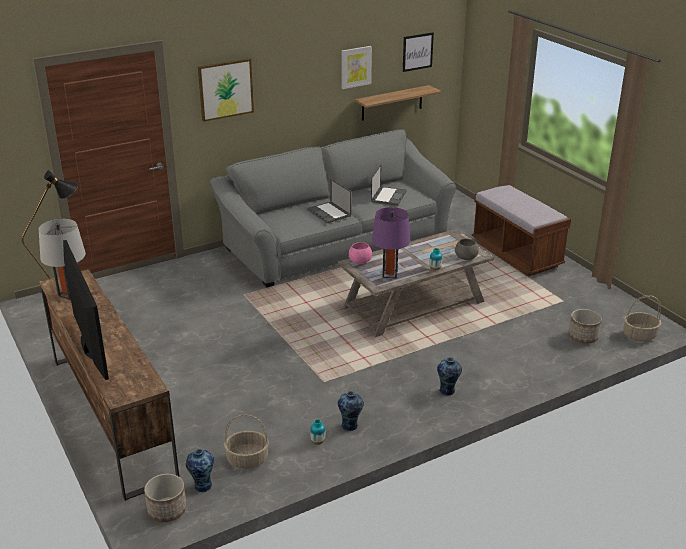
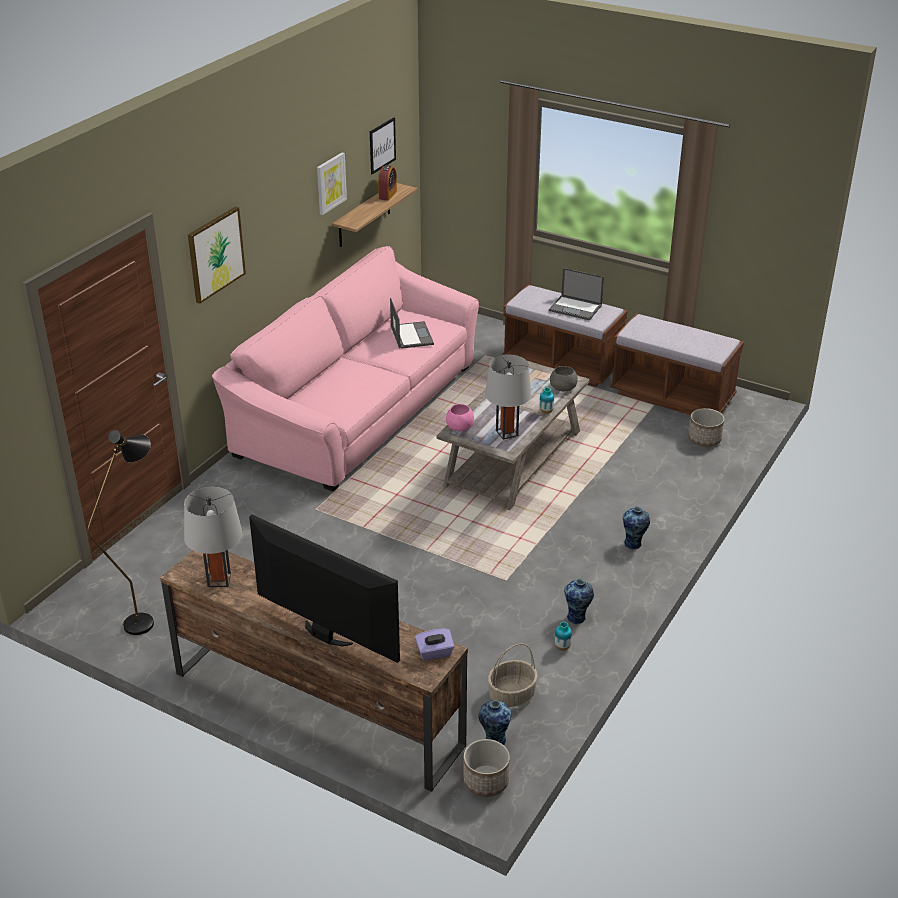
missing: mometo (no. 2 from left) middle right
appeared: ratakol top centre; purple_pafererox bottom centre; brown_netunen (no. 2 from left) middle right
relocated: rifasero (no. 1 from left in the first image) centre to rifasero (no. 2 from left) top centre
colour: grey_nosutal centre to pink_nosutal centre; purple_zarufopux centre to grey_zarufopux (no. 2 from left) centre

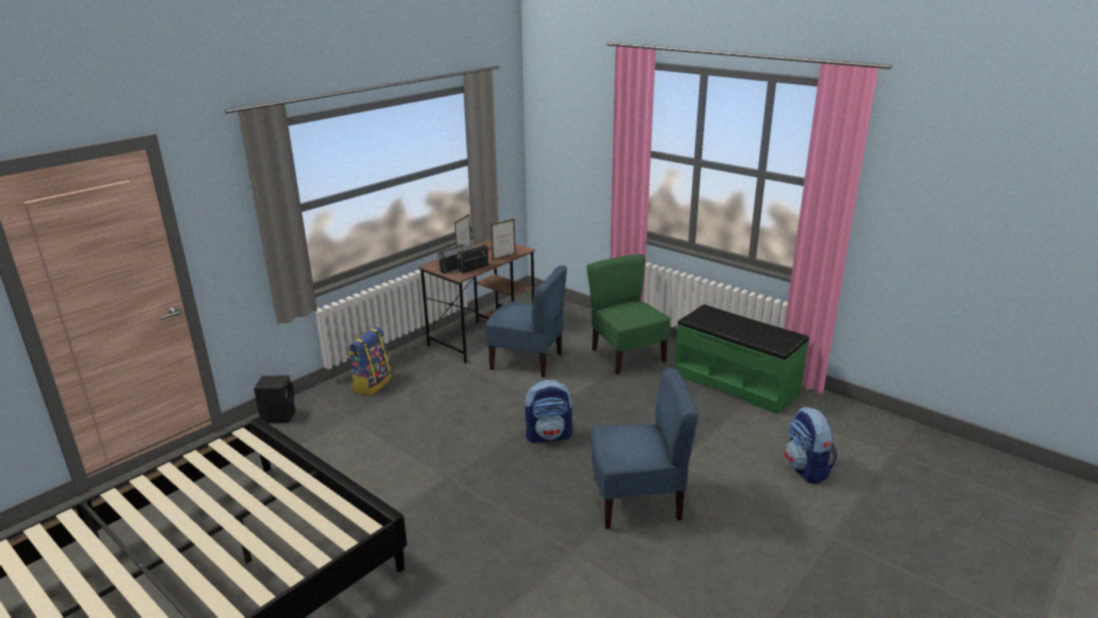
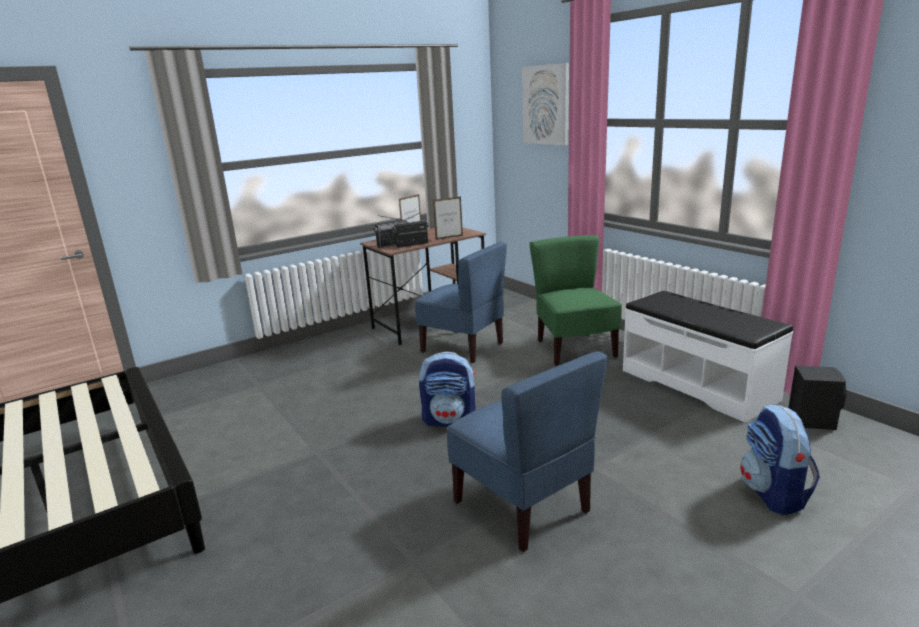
missing: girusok (no. 1 from left) centre
appeared: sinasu top centre
relocated: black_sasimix middle left to middle right
colour: green_netunen middle right to white_netunen middle right
spun: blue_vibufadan (no. 2 from left) bottom centre = bottom centre 45 degrees clockwise

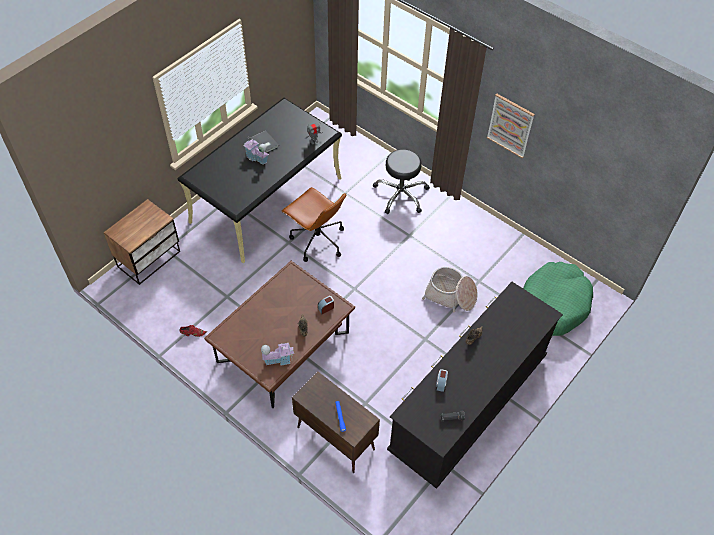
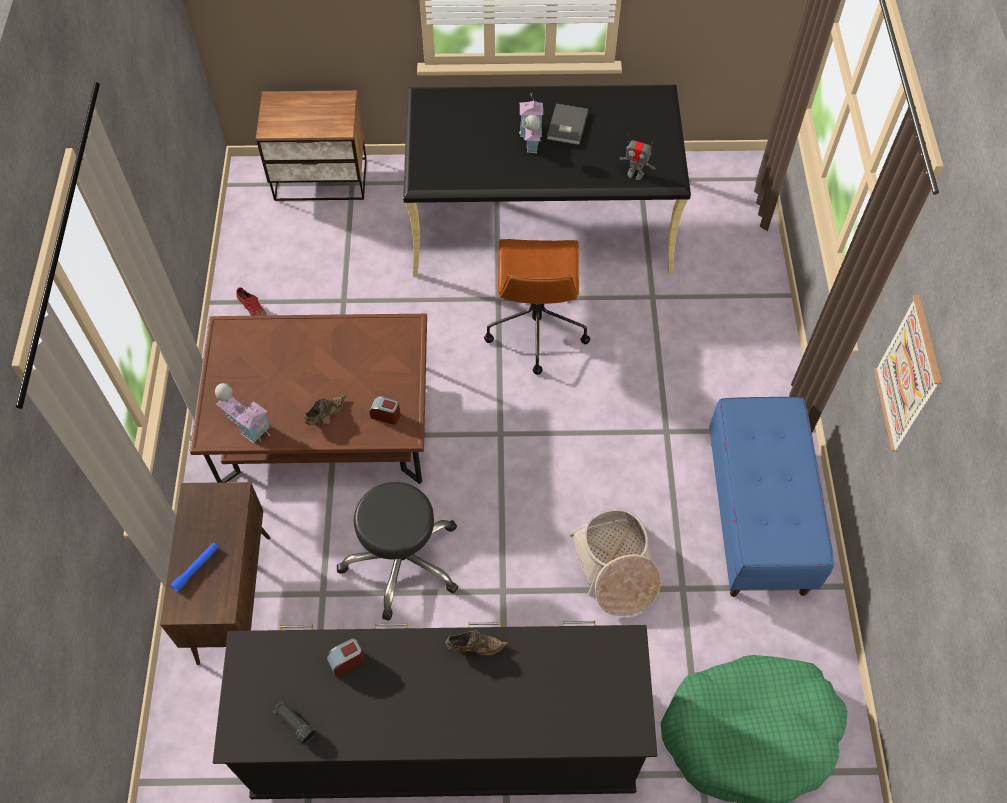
appeared: blue_netunen middle right
relocated: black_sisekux centre to bottom centre

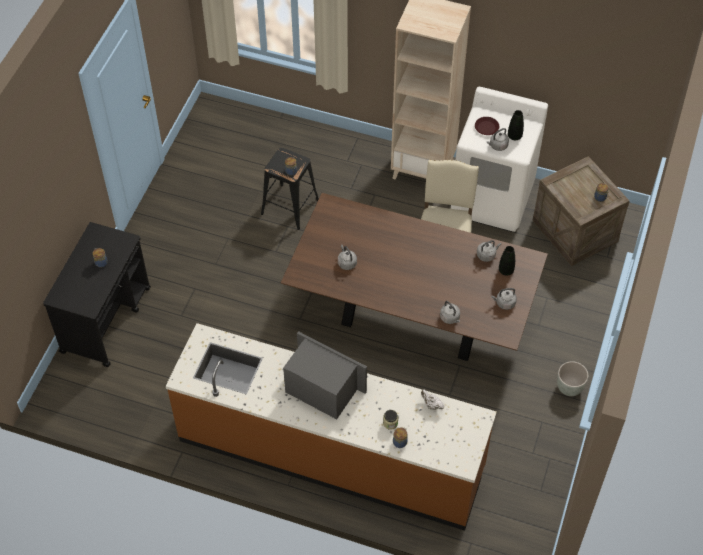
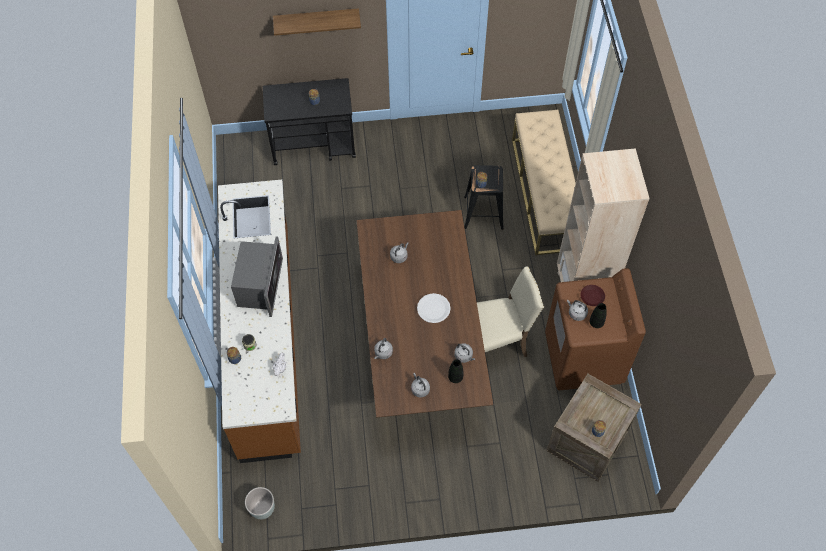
appeared: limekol top centre; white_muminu centre; beige_netunen top centre
relocated: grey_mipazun bottom right to bottom left
colour: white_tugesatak top right to brown_tugesatak middle right

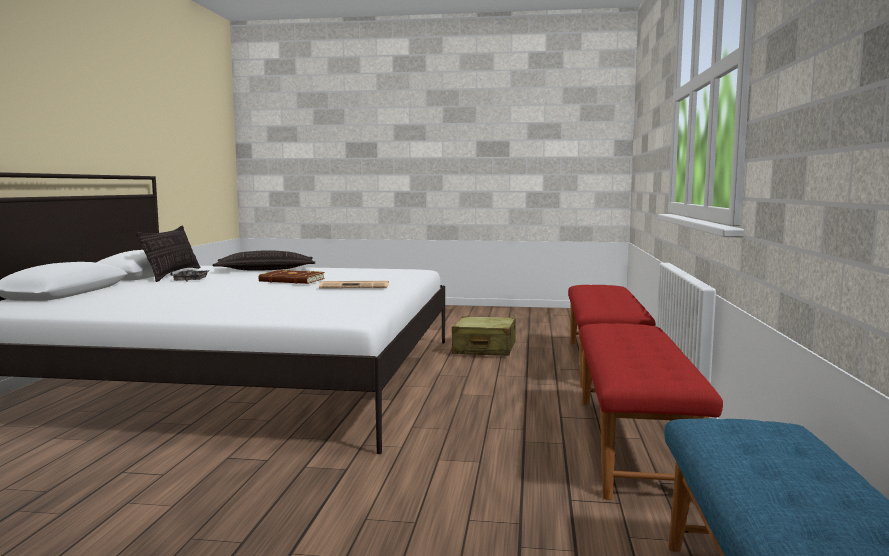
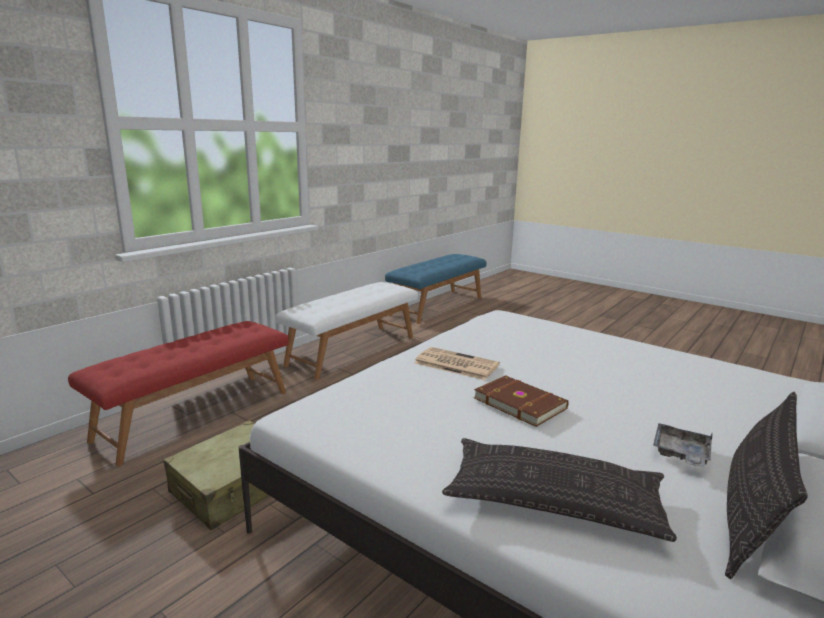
colour: red_netunen (no. 2 from left) bottom right to white_netunen centre

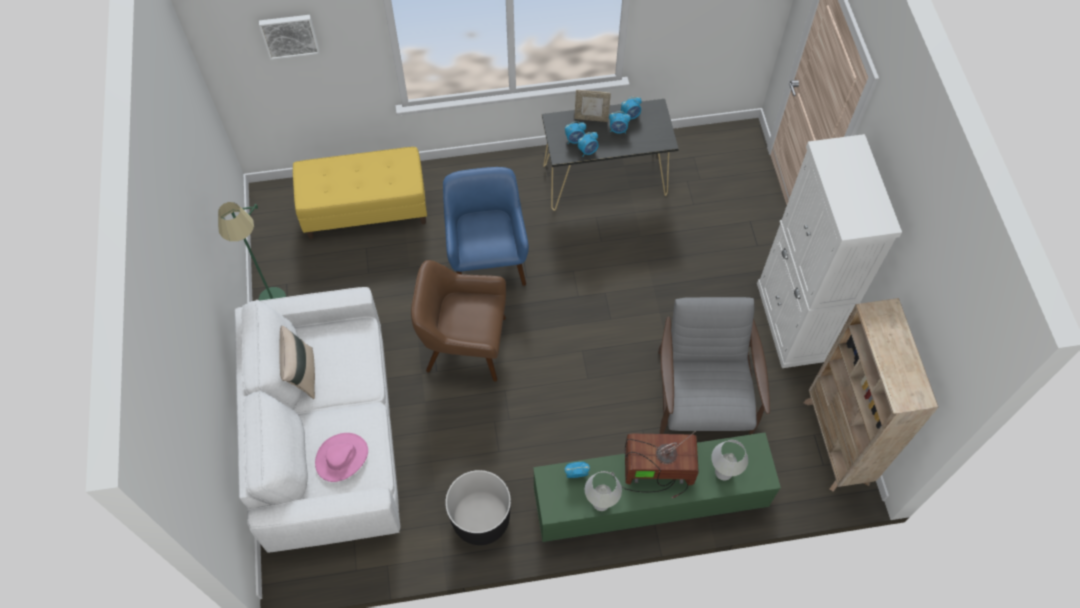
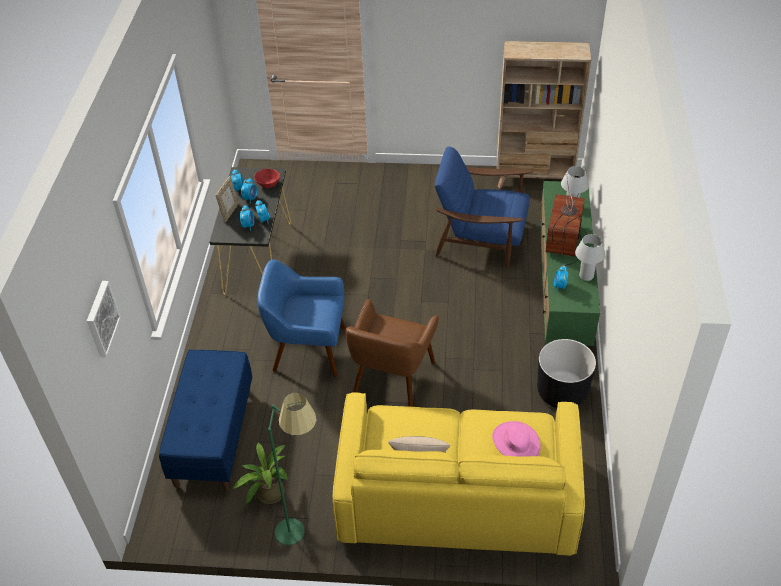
missing: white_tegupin middle right
appeared: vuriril bottom left; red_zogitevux top centre
colour: yellow_netunen top centre to blue_netunen bottom left; white_nosutal bottom left to yellow_nosutal bottom centre; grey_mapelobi centre to blue_mapelobi (no. 2 from left) centre

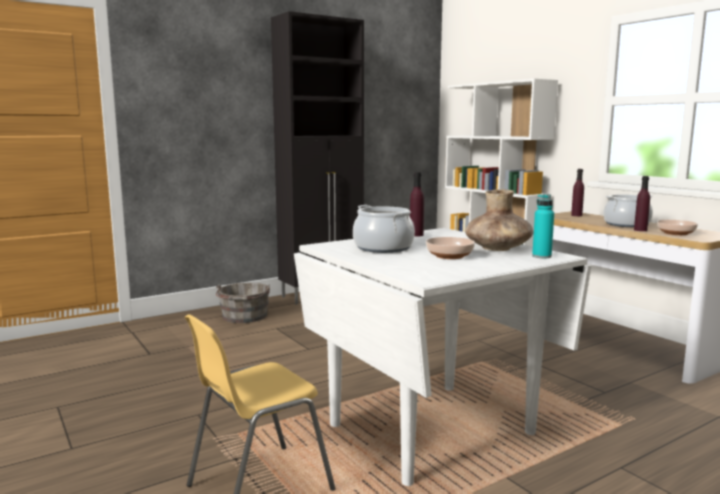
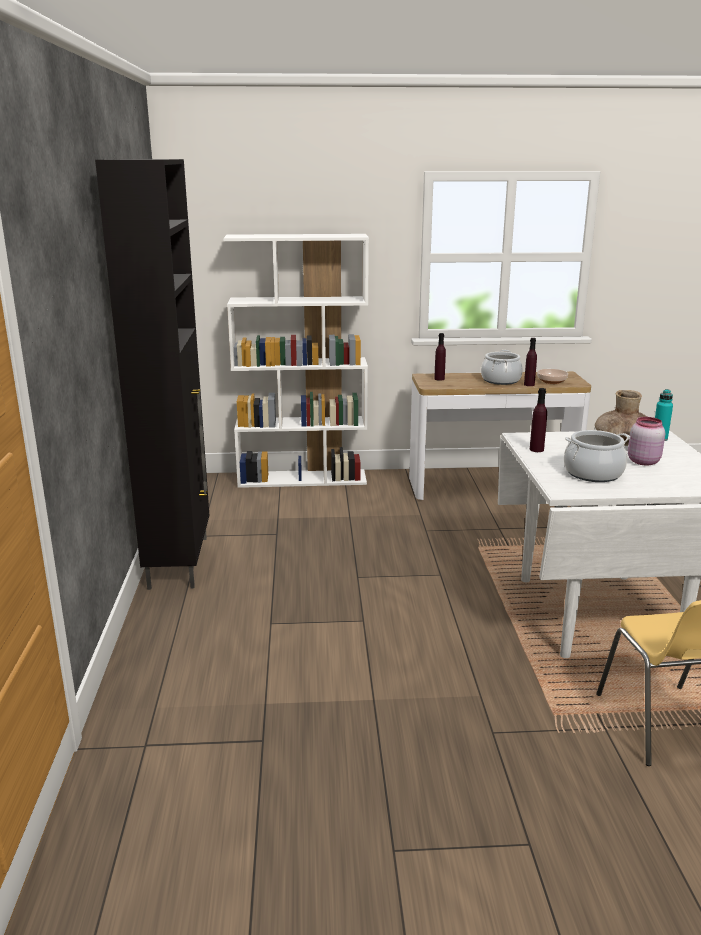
missing: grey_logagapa centre
exchanged: zogitevux (no. 1 from left) centre to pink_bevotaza middle right

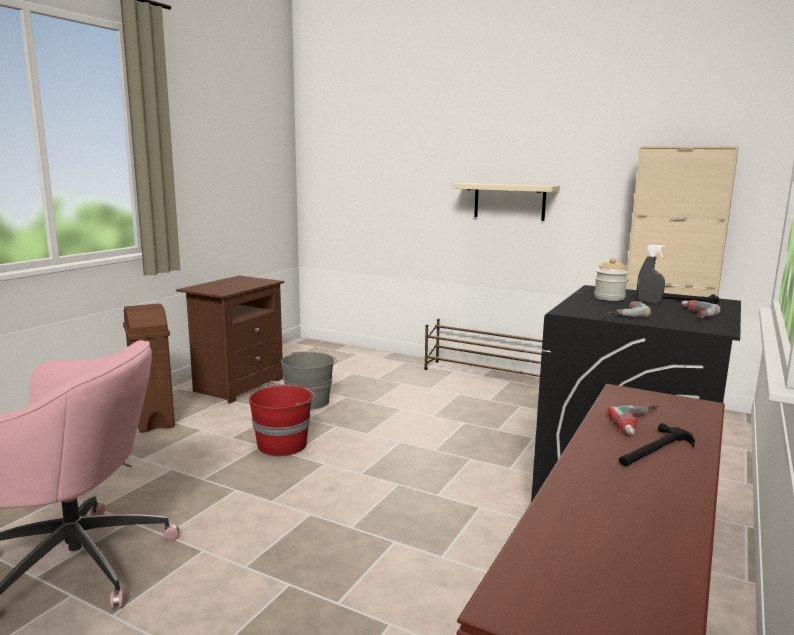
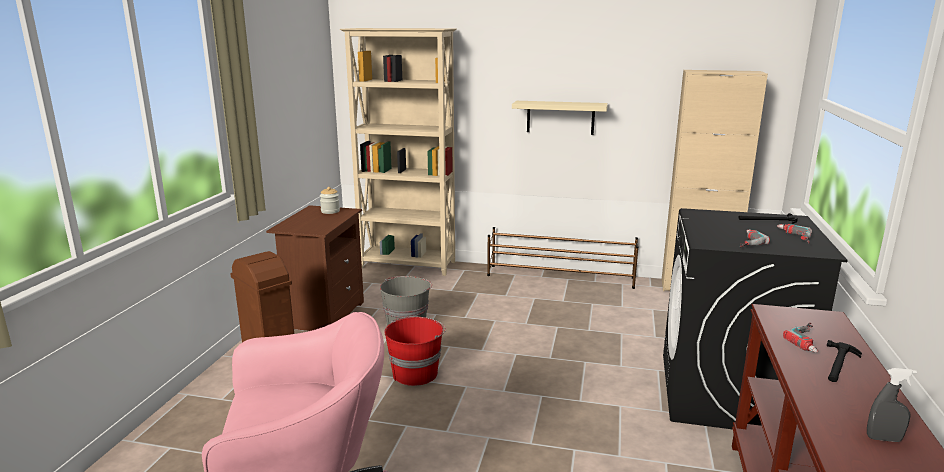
appeared: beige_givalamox top centre
relocated: bevotaza middle right to centre; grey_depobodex middle right to bottom right

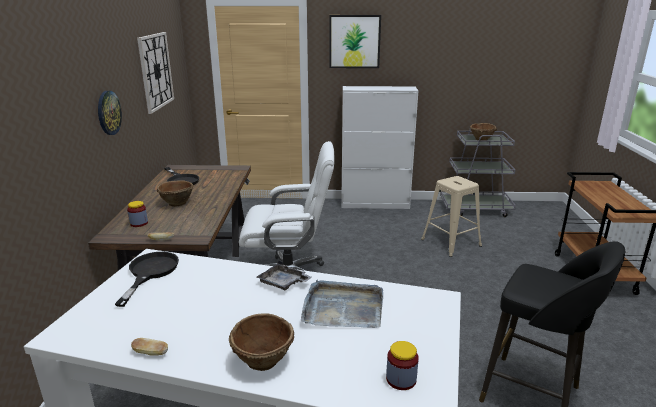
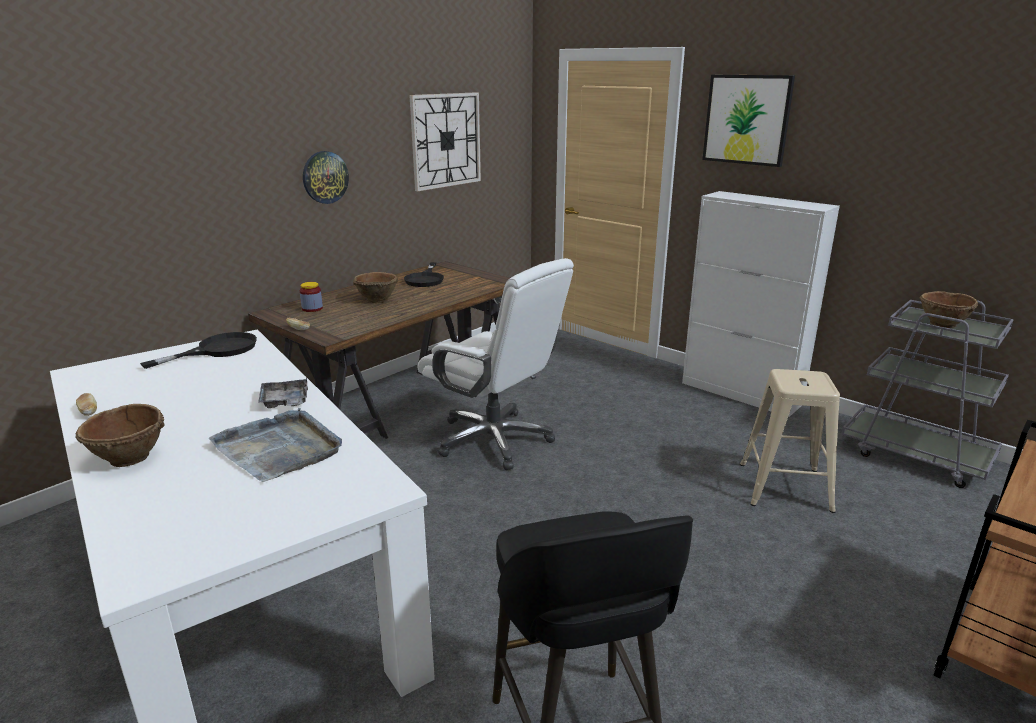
missing: bevotaza (no. 2 from left) bottom centre

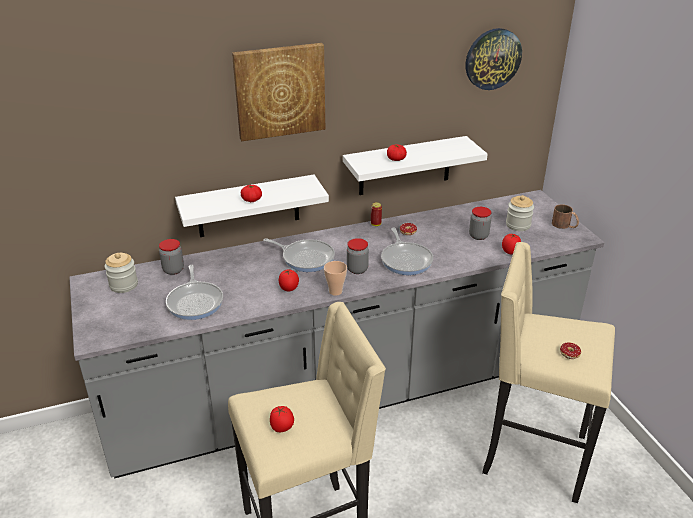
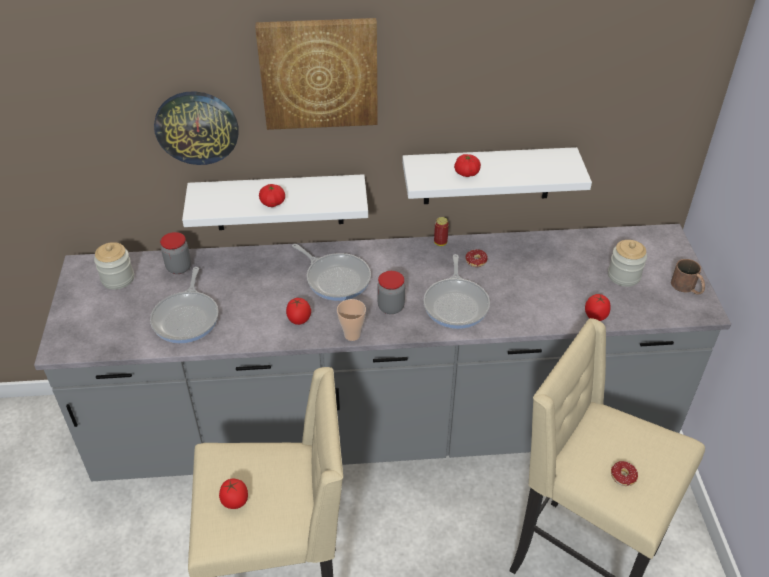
missing: bevotaza (no. 4 from left) middle right
relocated: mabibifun top right to top left

